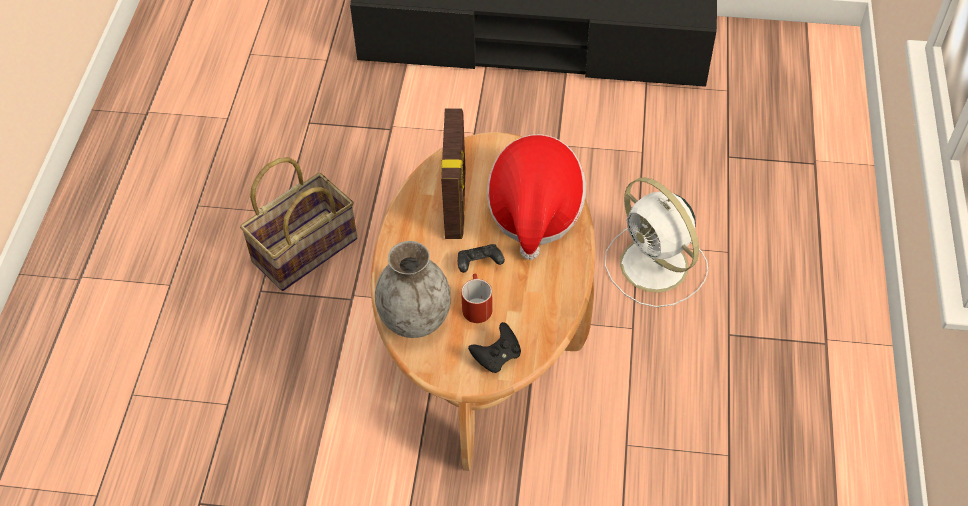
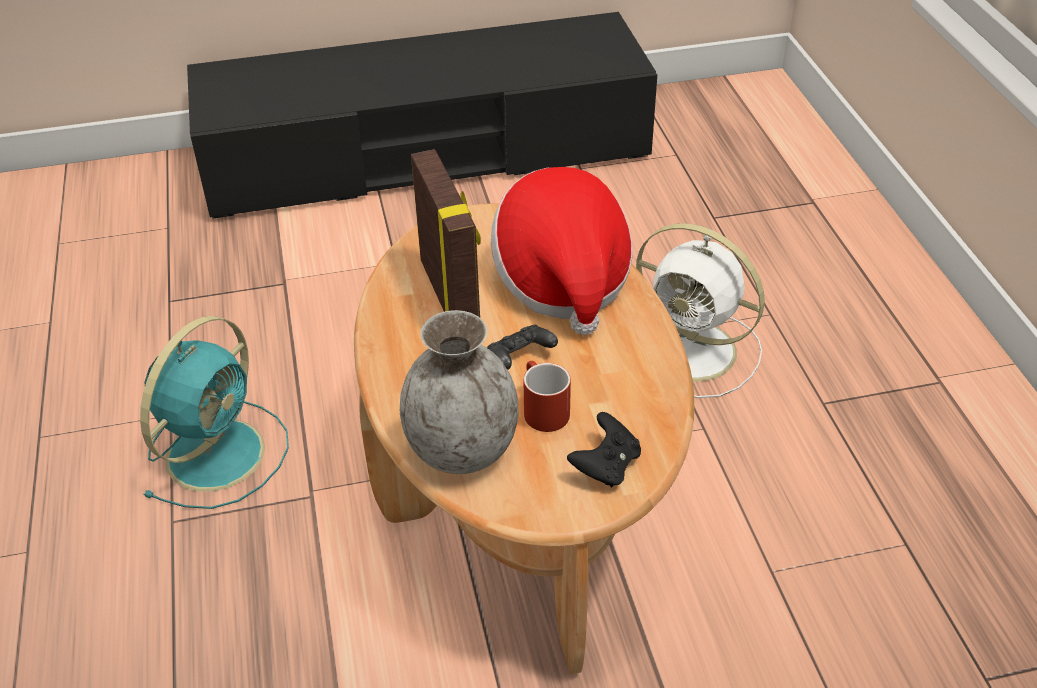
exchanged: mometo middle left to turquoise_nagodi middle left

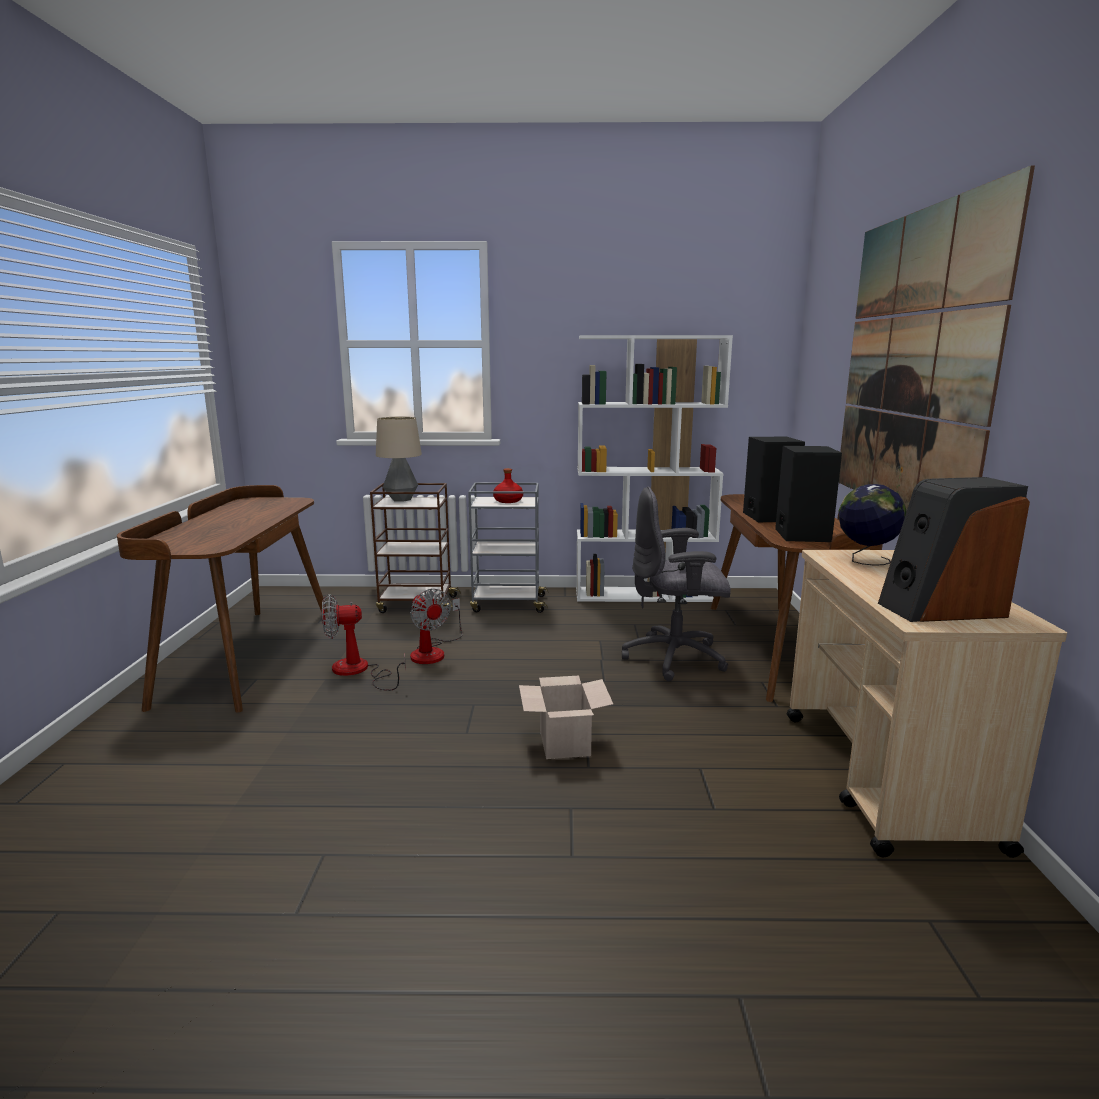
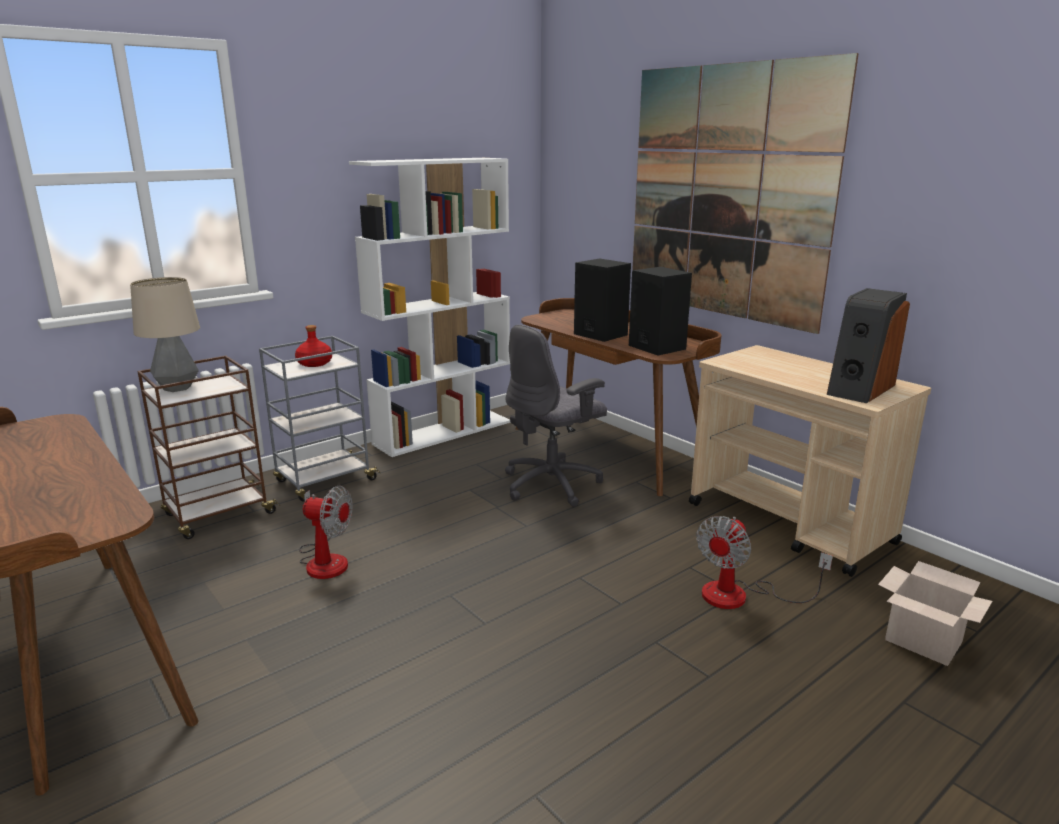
missing: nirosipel middle right
relocated: nagodi (no. 1 from left in the first image) middle left to nagodi (no. 2 from left) bottom right; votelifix centre to bottom right

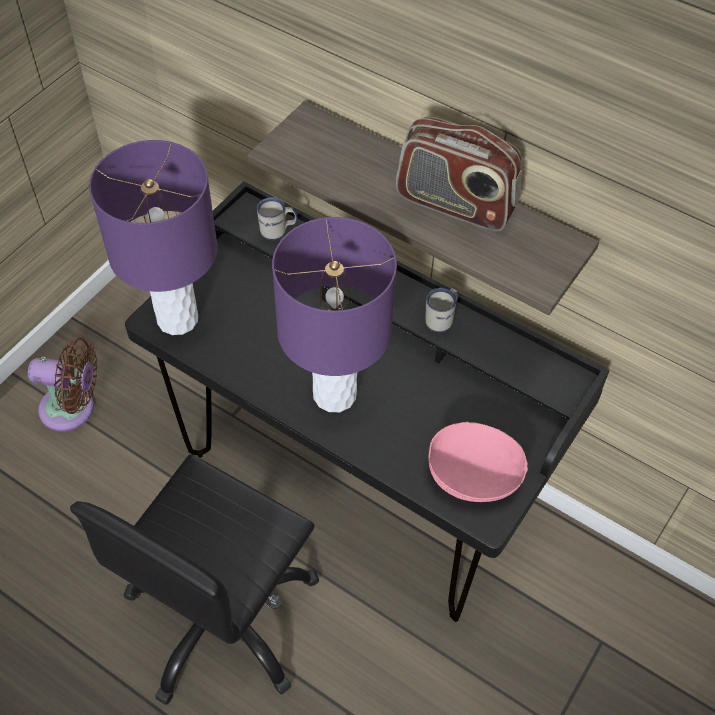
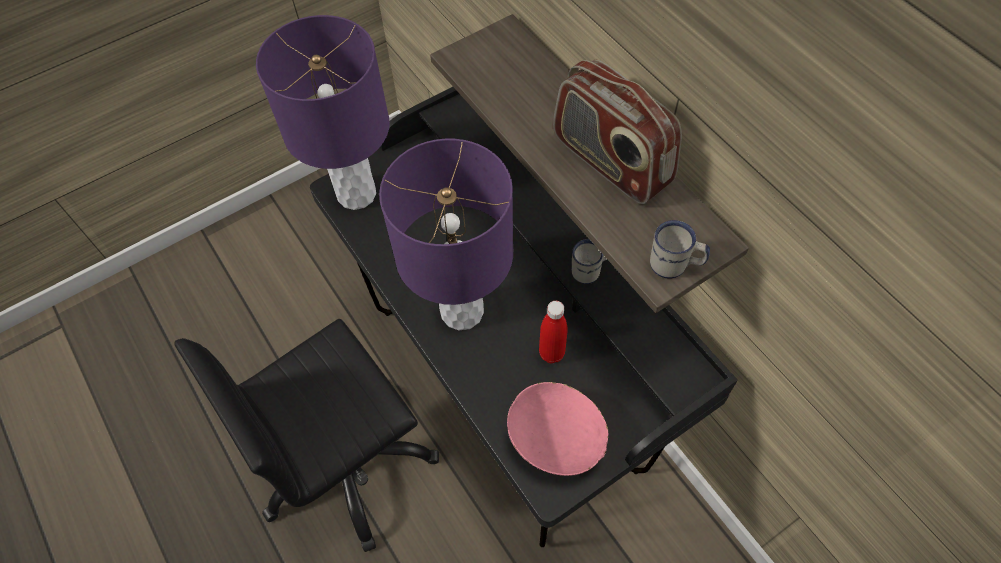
missing: brown_nagodi middle left
appeared: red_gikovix centre
relocated: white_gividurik (no. 1 from left in the first image) top centre to white_gividurik (no. 2 from left) middle right

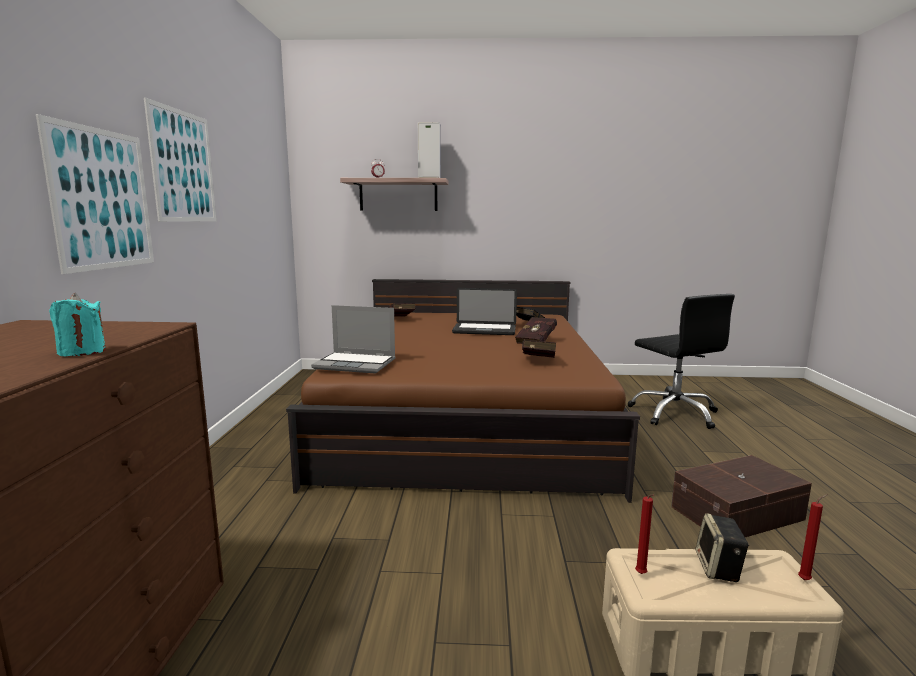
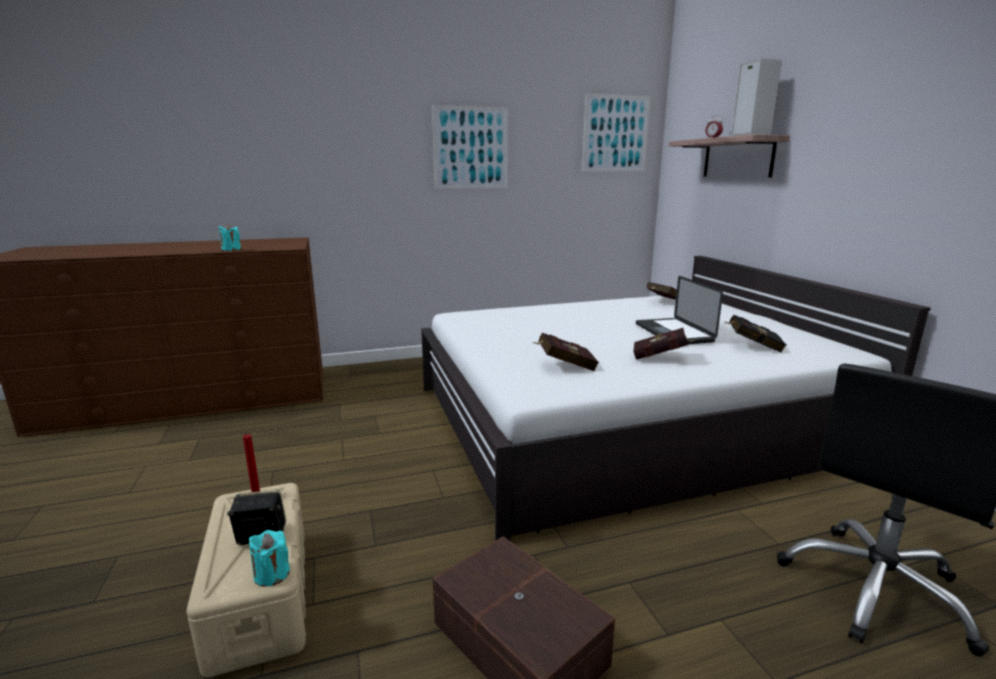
missing: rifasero (no. 1 from left) centre; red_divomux (no. 2 from left) bottom right
appeared: turquoise_divomux (no. 2 from left) bottom left
relocated: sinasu (no. 1 from left in the first image) top left to sinasu (no. 2 from left) top centre
colour: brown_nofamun centre to white_nofamun middle right

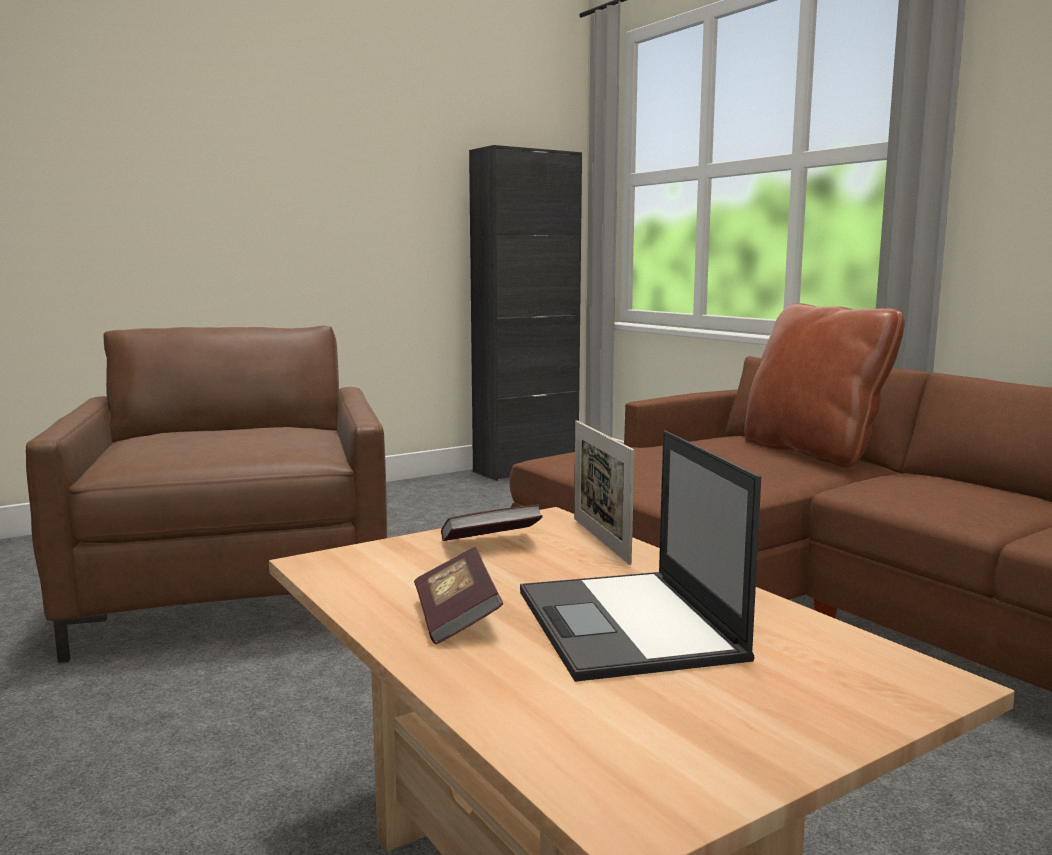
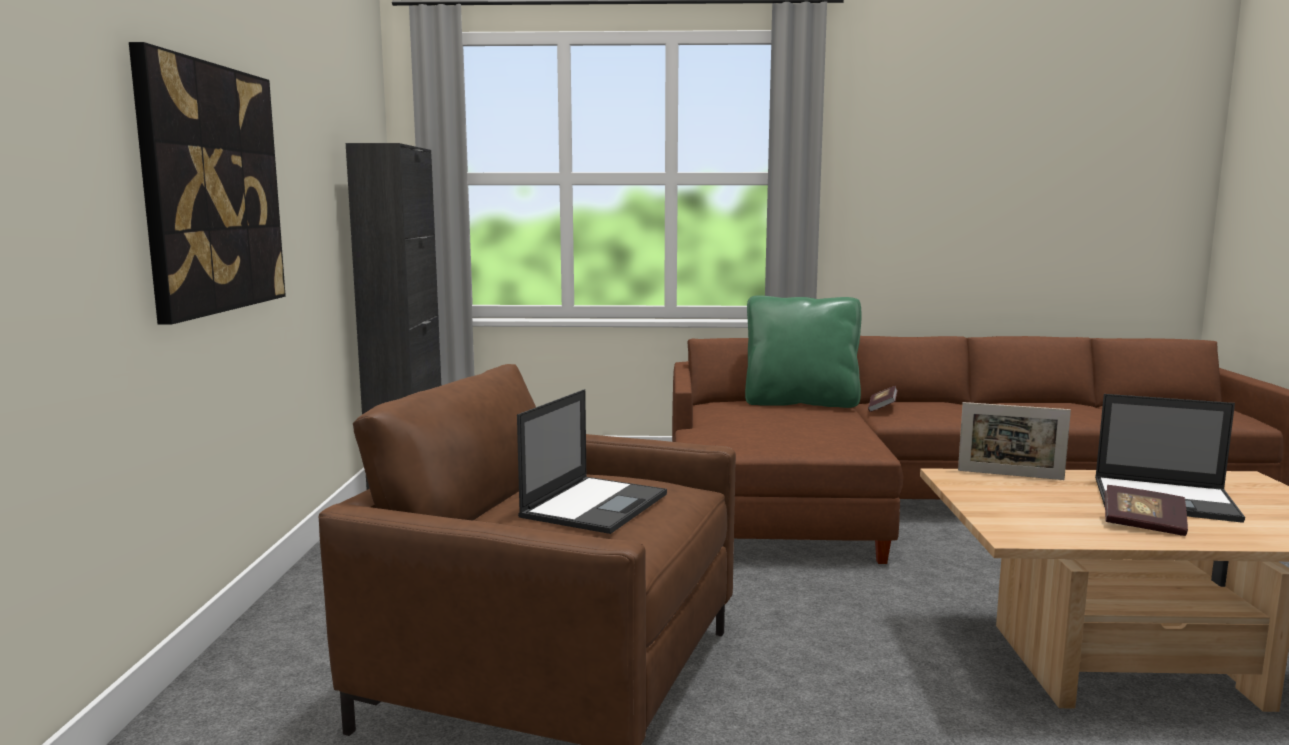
appeared: sinasu top left; rifasero (no. 1 from left) centre
relocated: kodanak (no. 2 from left in the first image) centre to kodanak (no. 1 from left) middle right
colour: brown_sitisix middle right to green_sitisix centre

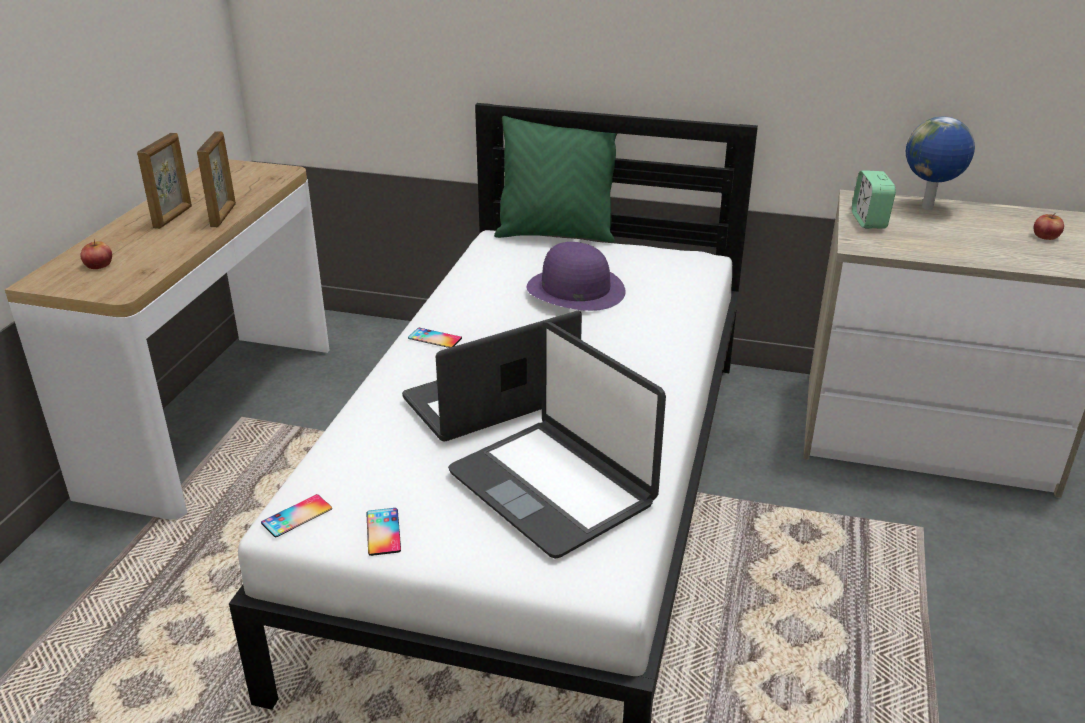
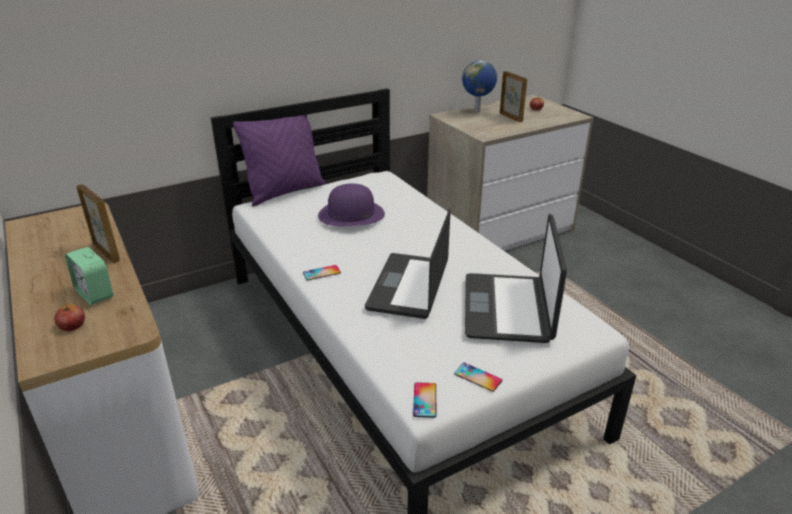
relocated: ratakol top right to middle left; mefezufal (no. 1 from left in the first image) top left to mefezufal (no. 2 from left) top centre
colour: green_sitisix top centre to purple_sitisix top centre
spun: rifasero (no. 2 from left) centre = centre 90 degrees clockwise

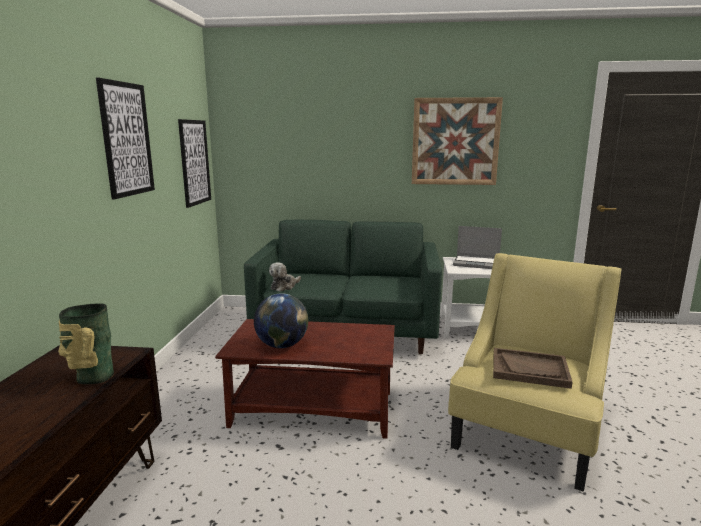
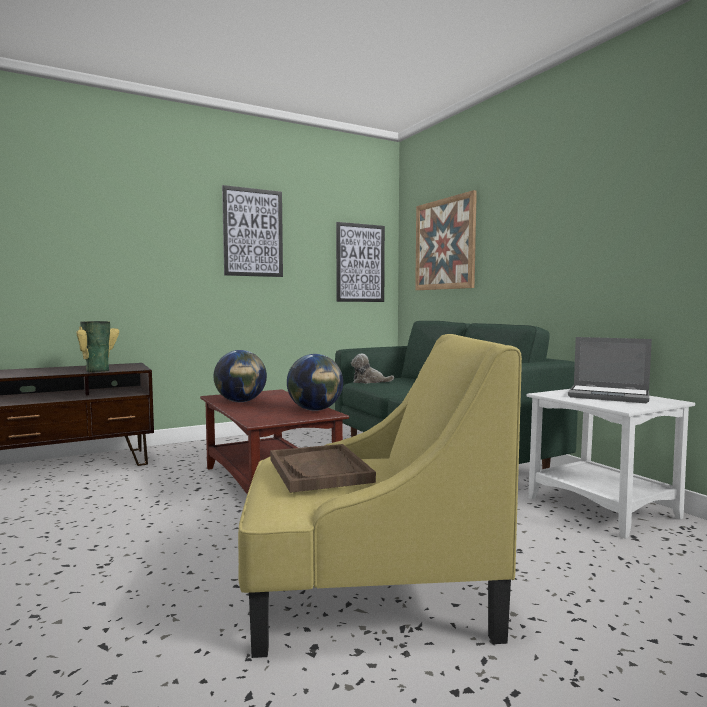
appeared: nirosipel (no. 2 from left) centre
relocated: sinasu (no. 3 from left) top centre to centre
spun: rifasero middle right = middle right 45 degrees counterclockwise

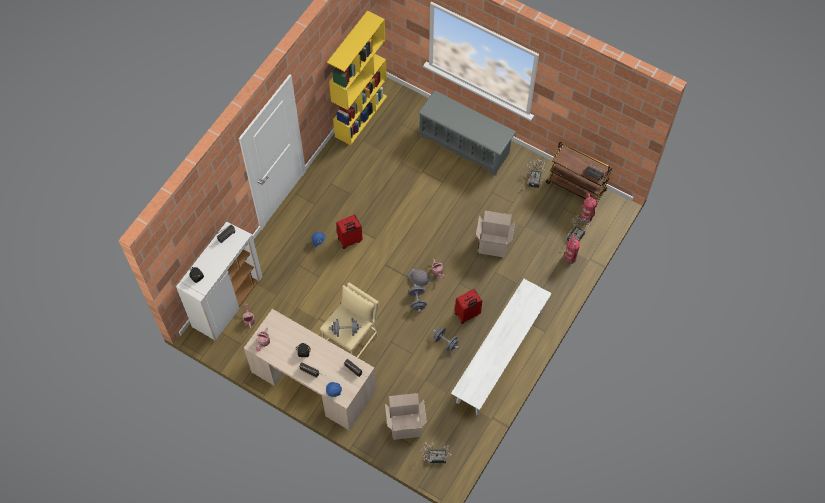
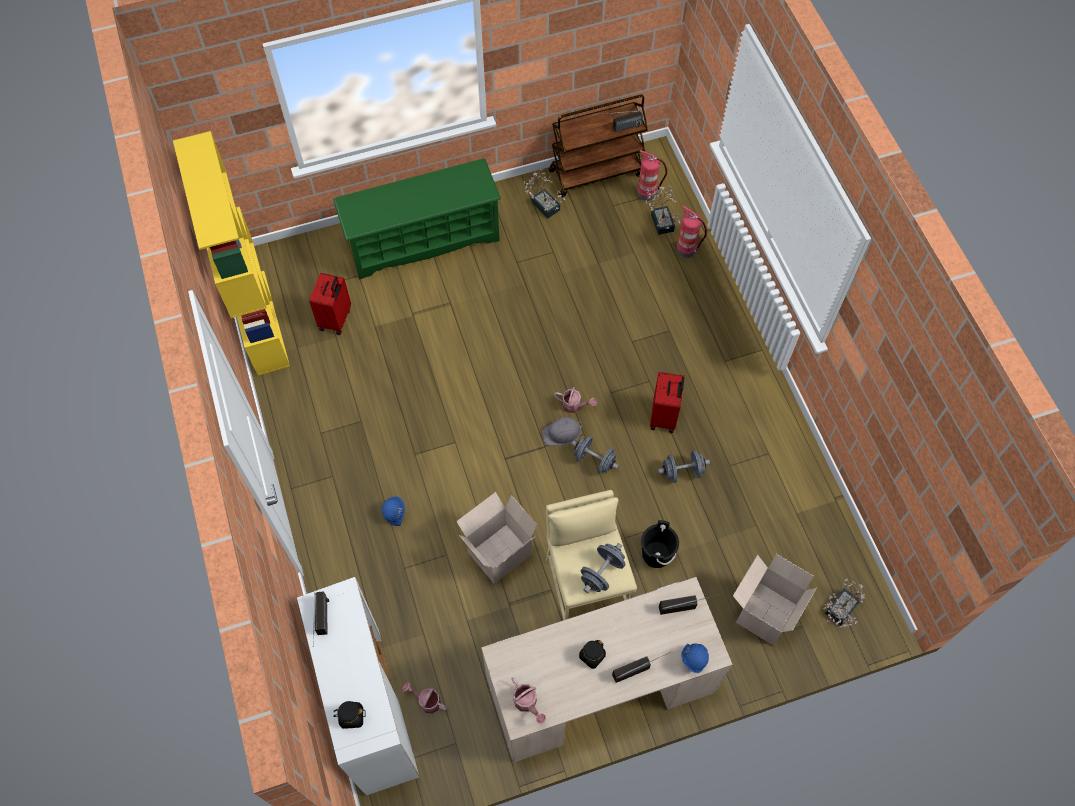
missing: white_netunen bottom centre
appeared: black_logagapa bottom centre
relocated: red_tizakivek (no. 1 from left) centre to middle left; votelifix (no. 2 from left in the first image) centre to votelifix (no. 1 from left) bottom centre
colour: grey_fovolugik top centre to green_fovolugik top centre

